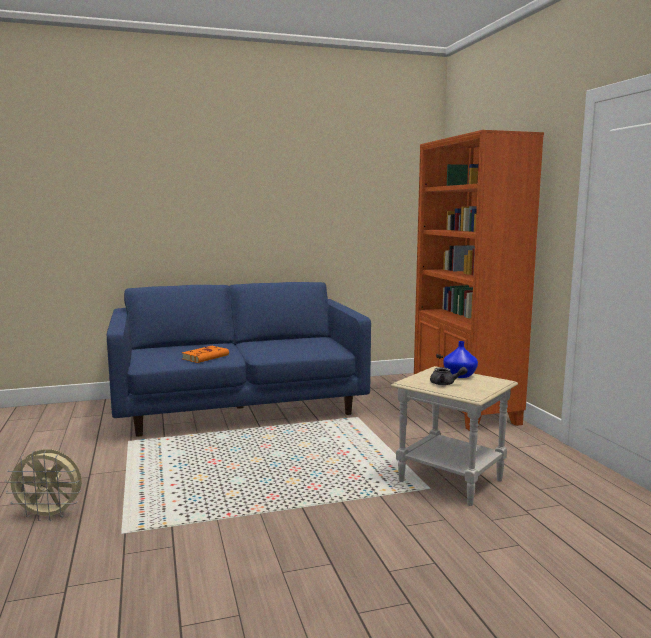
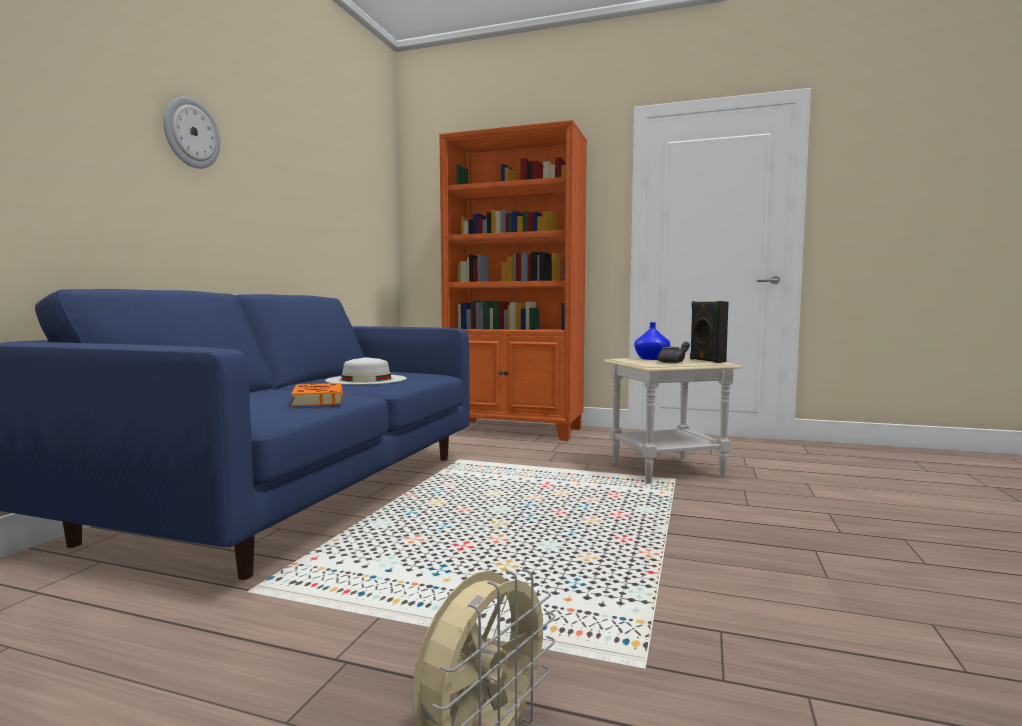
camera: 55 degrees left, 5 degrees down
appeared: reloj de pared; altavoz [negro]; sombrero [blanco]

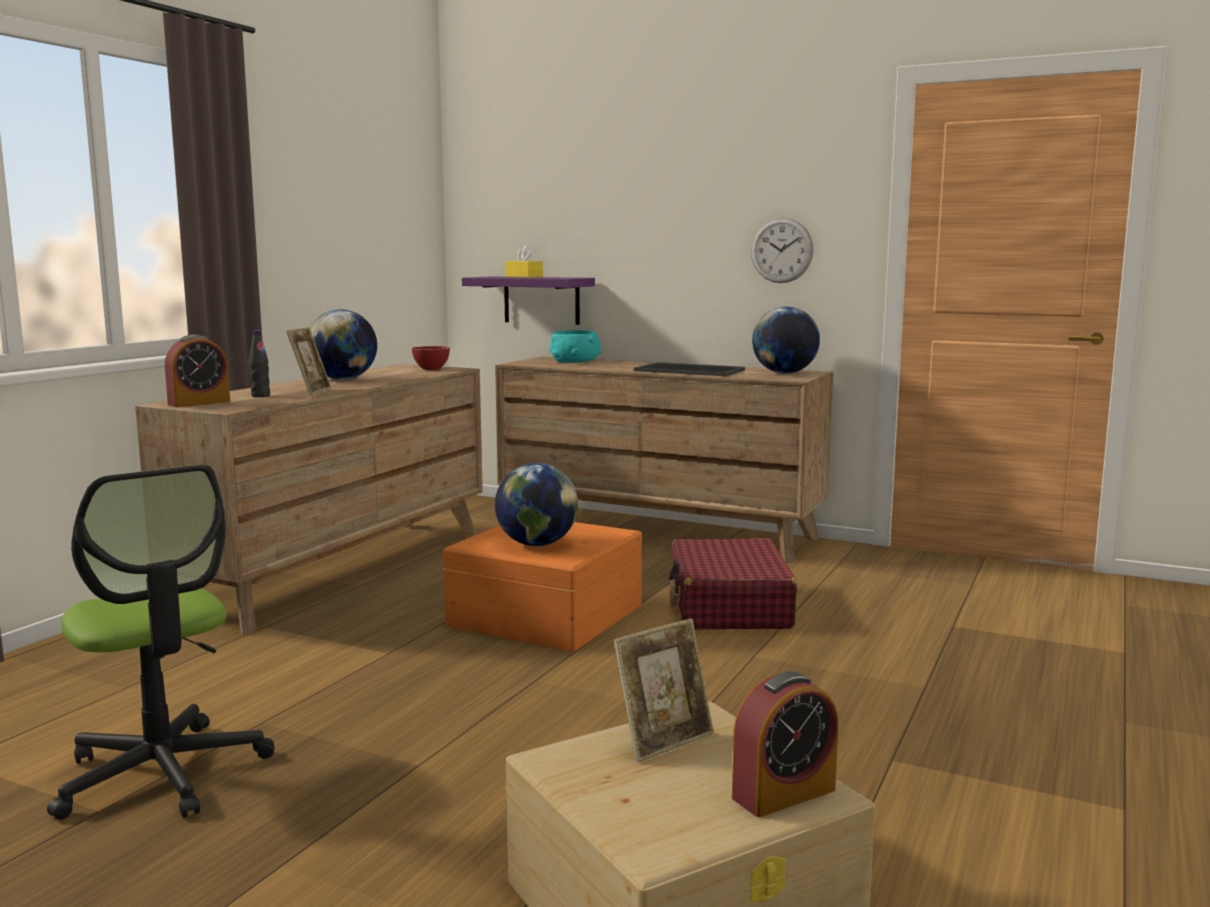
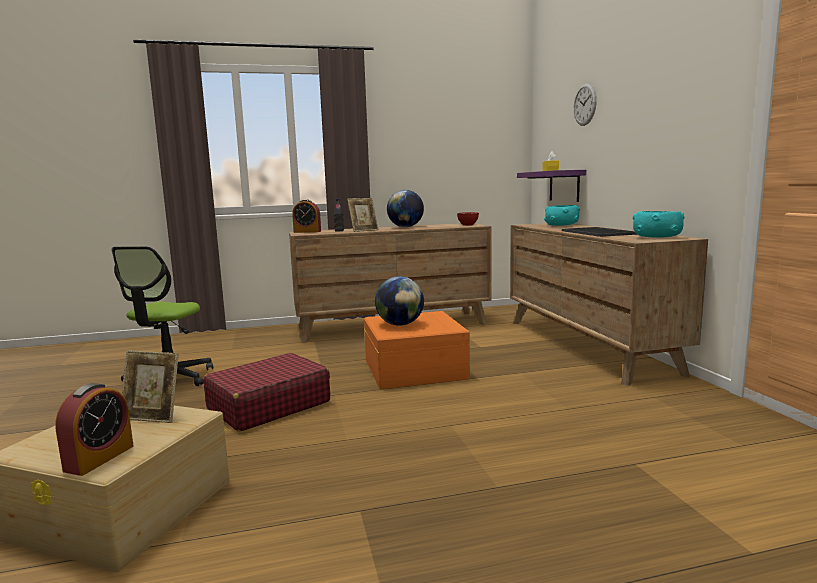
camera: 50 degrees right, 0 degrees up
relocated: reloj de pared; maleta [rojo]
exchanged: globo terráqueo (no. 3 from left) to cuenco [turquesa] (no. 2 from left)
spun: despertador (no. 2 from left in the first image) 90 degrees counterclockwise

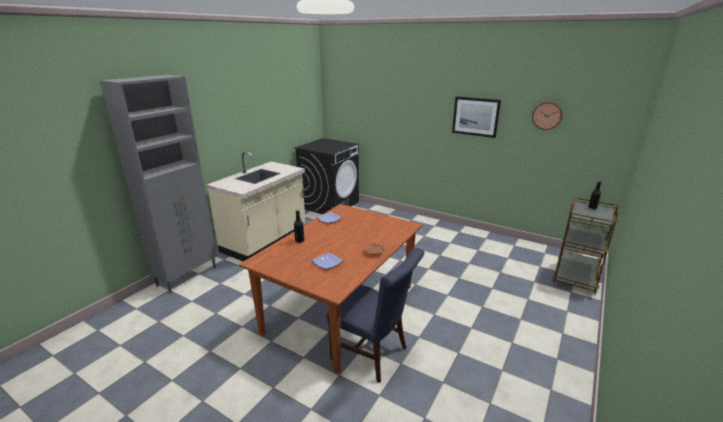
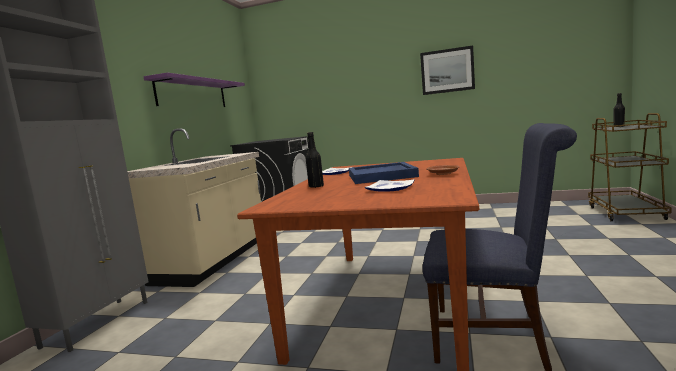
camera: 15 degrees left, 15 degrees down
missing: reloj de pared
appeared: estante [morado]; bandeja [azul]

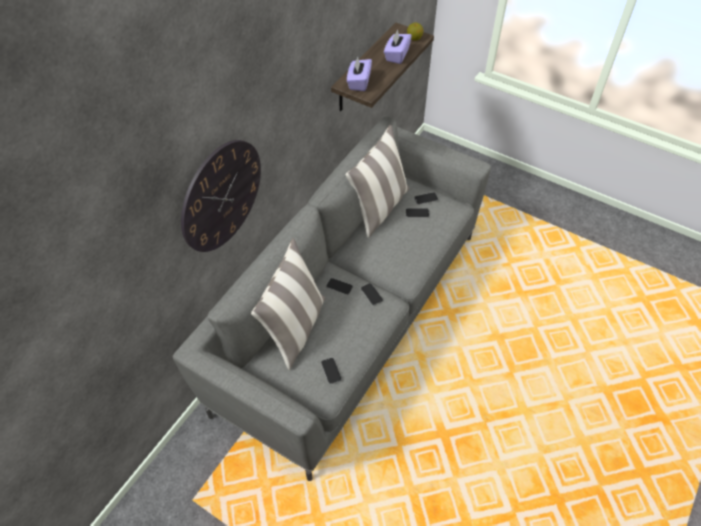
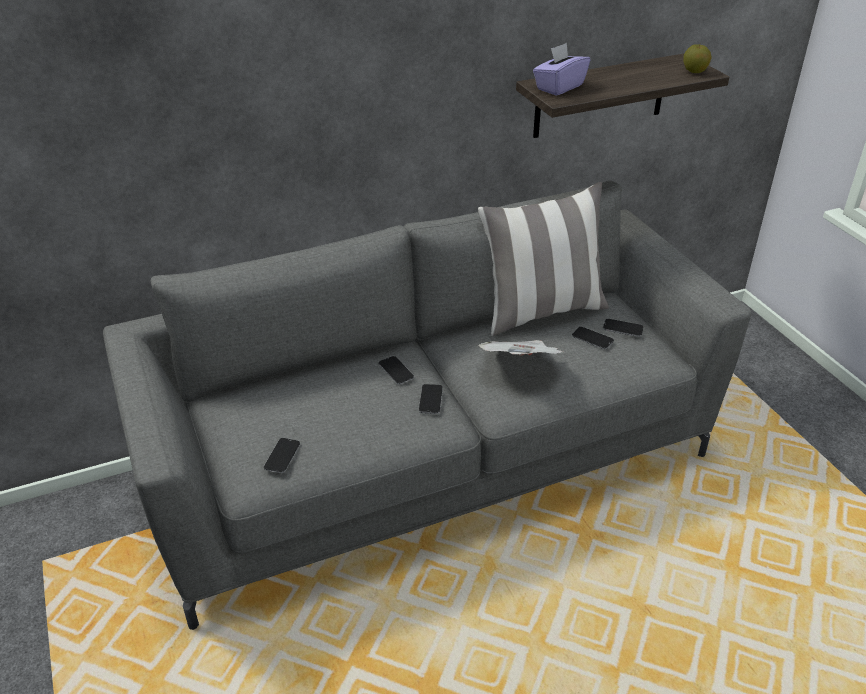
camera: 35 degrees right, 15 degrees down
missing: caja de pañuelos [morado] (no. 2 from left); reloj de pared; cojín (no. 1 from left)
appeared: periódico

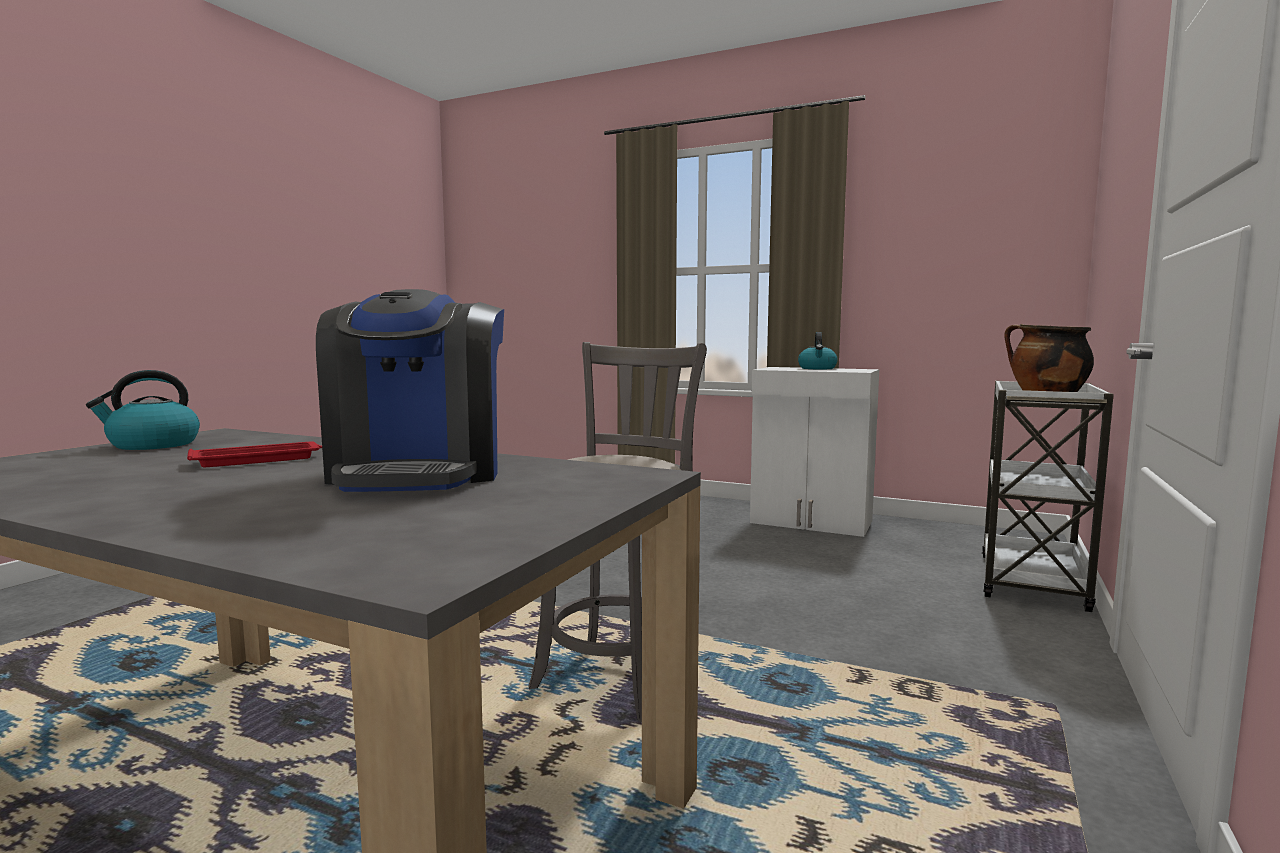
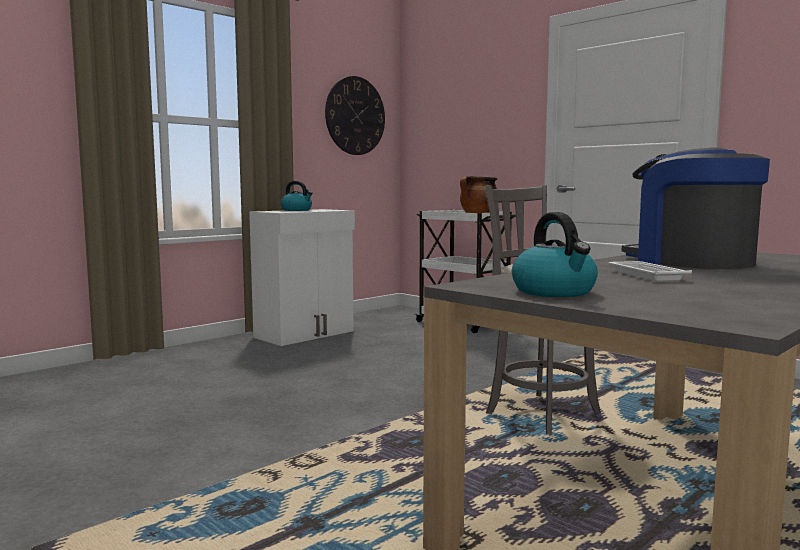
camera: 70 degrees left, 0 degrees up
appeared: reloj de pared
colour: bandeja [rojo] to bandeja [blanco]
spun: cafetera 135 degrees counterclockwise

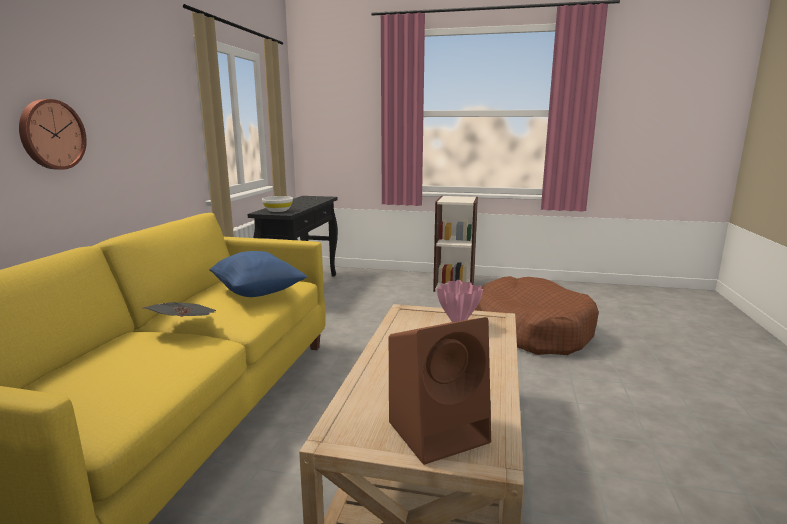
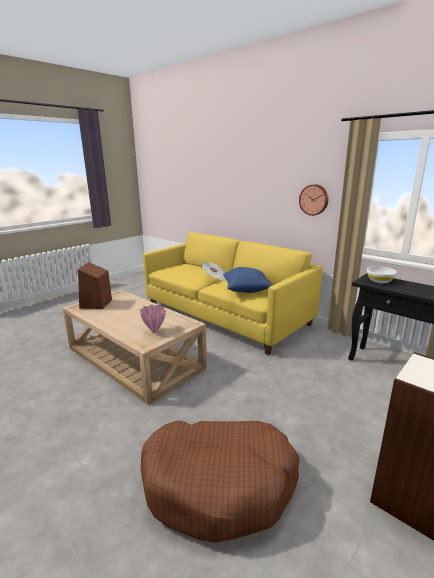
camera: 120 degrees right, 5 degrees up
relocated: reloj de pared

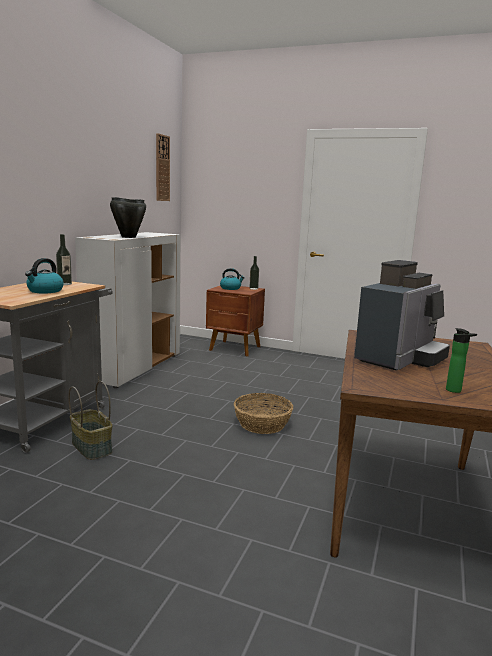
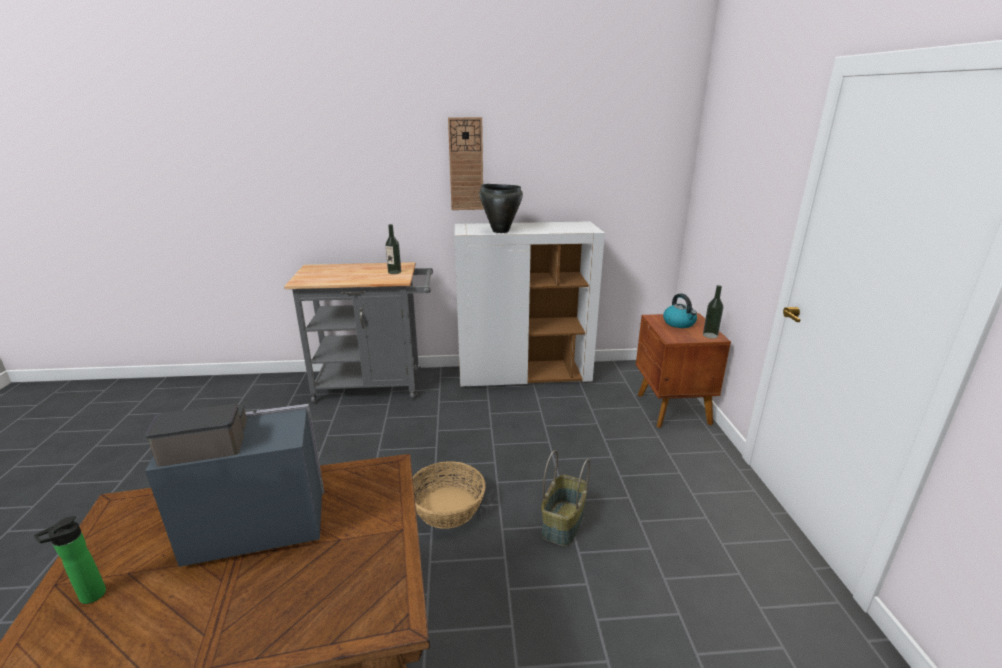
camera: 65 degrees right, 10 degrees up
missing: hervidor (no. 1 from left)
relocated: reloj de pared; cesta (no. 1 from left in the first image) to cesta (no. 2 from left)
spun: cafetera 150 degrees clockwise

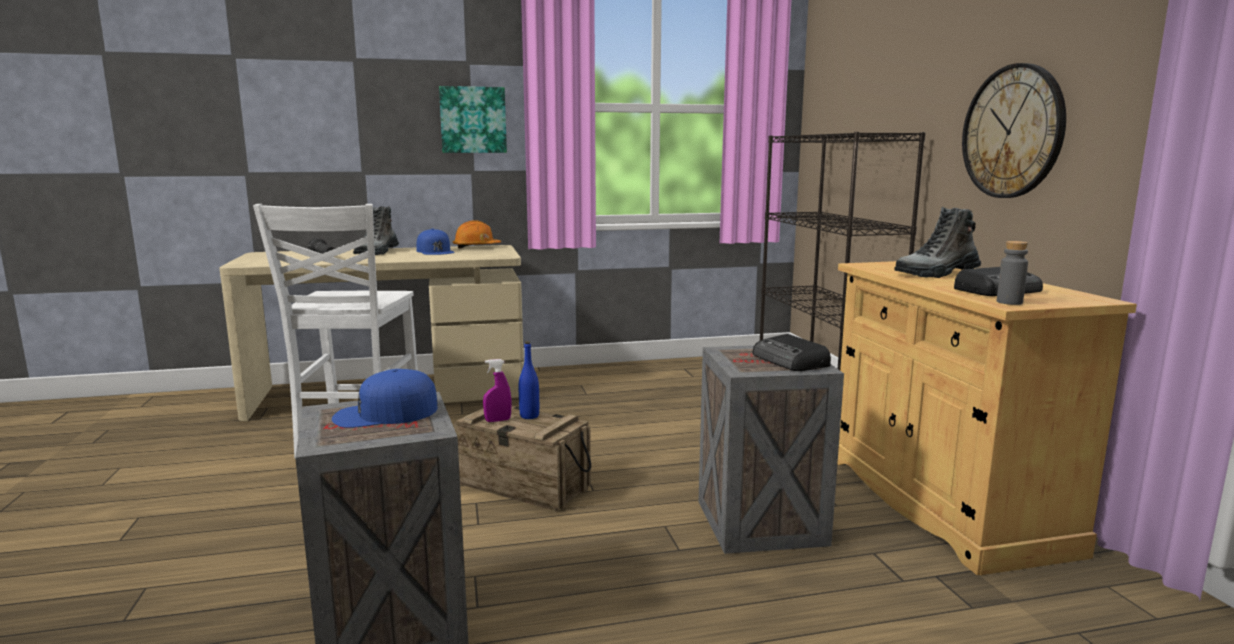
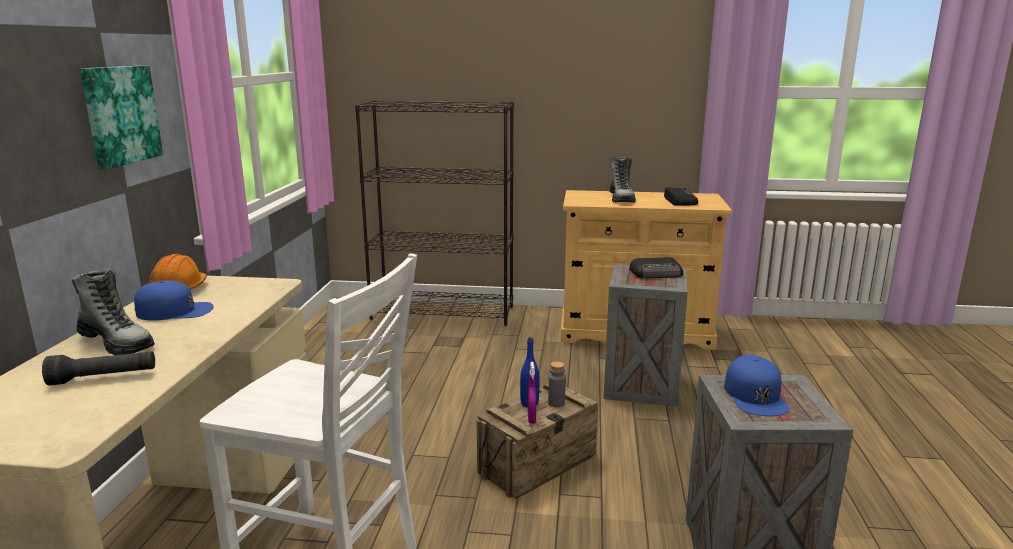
camera: 70 degrees left, 5 degrees up
missing: reloj de pared
relocated: botella [gris]

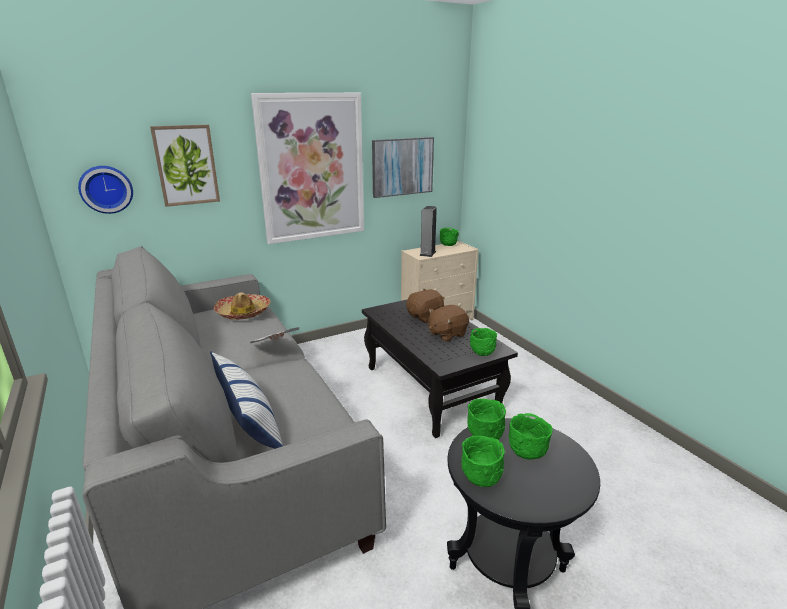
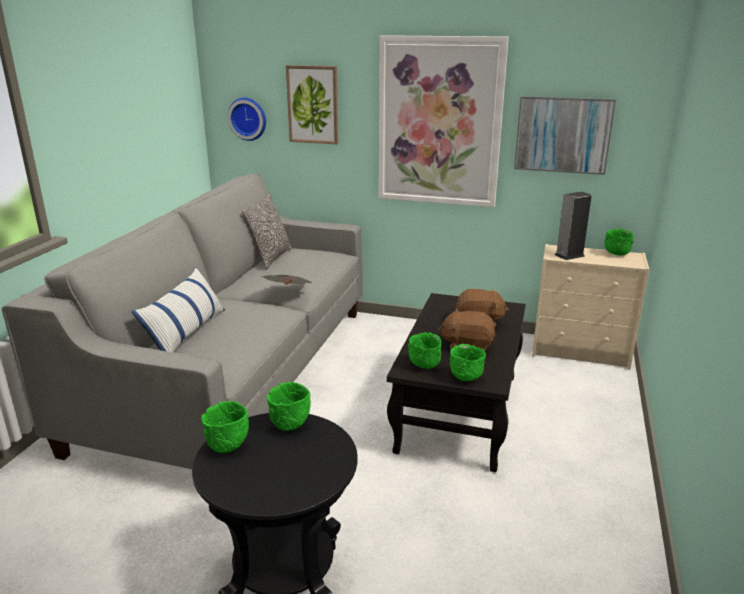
camera: 45 degrees right, 0 degrees up
missing: sombrero
appeared: cojín (no. 2 from left)
relocated: cuenco [verde] (no. 5 from left in the first image) to cuenco [verde] (no. 3 from left)

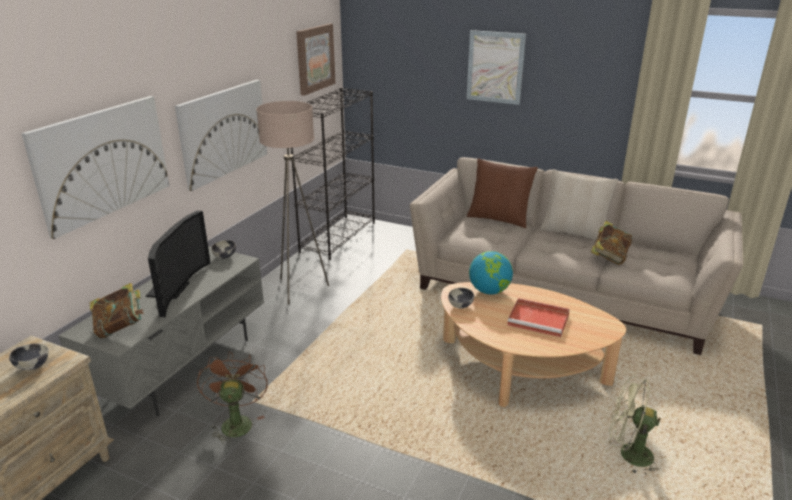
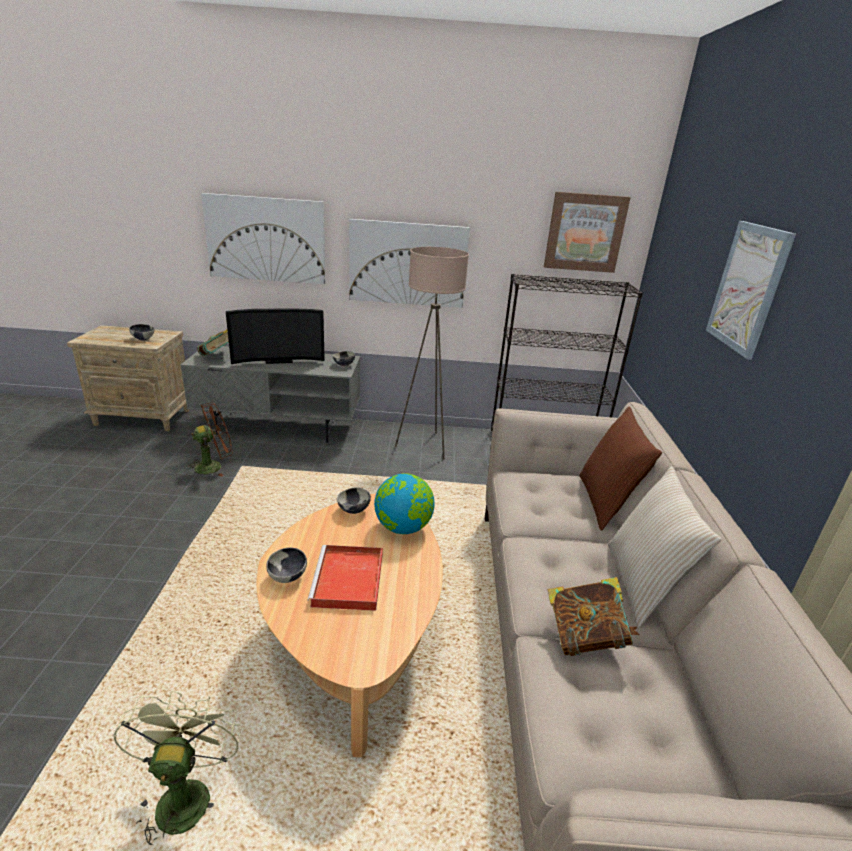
camera: 65 degrees right, 0 degrees up
appeared: cuenco (no. 2 from left)

